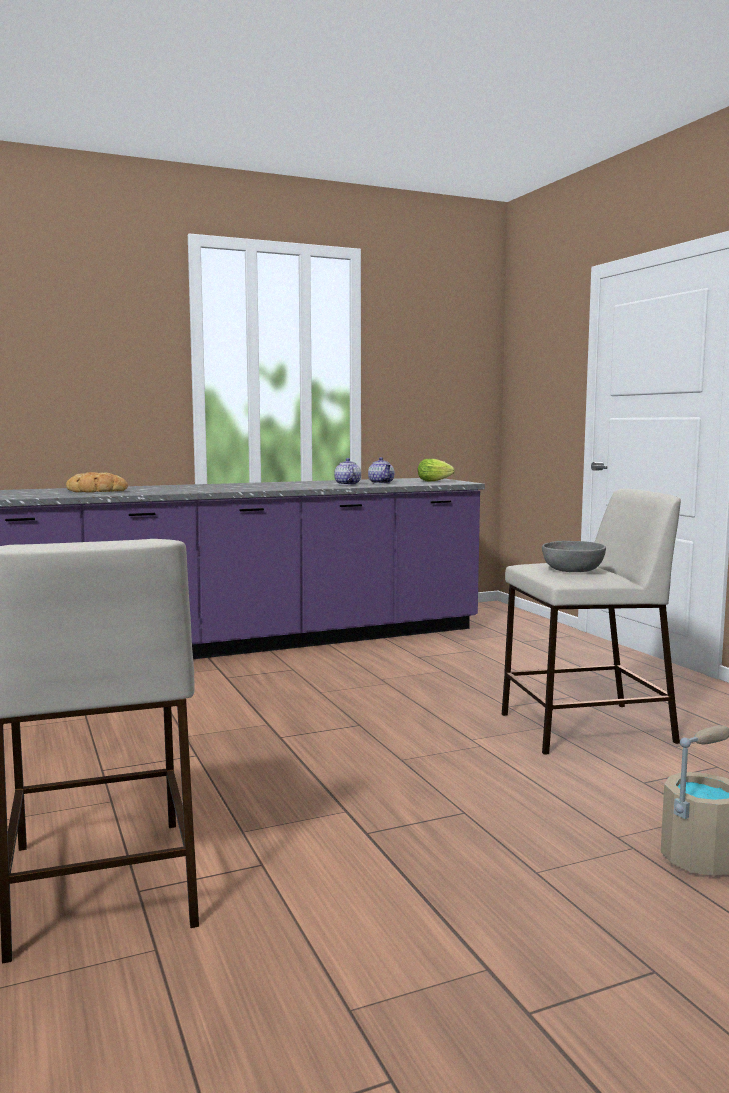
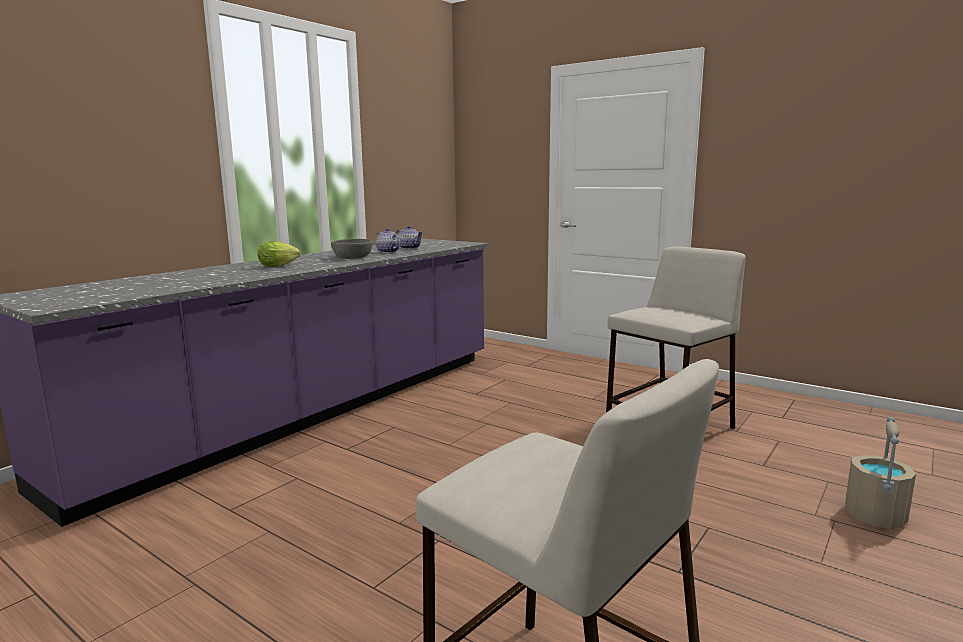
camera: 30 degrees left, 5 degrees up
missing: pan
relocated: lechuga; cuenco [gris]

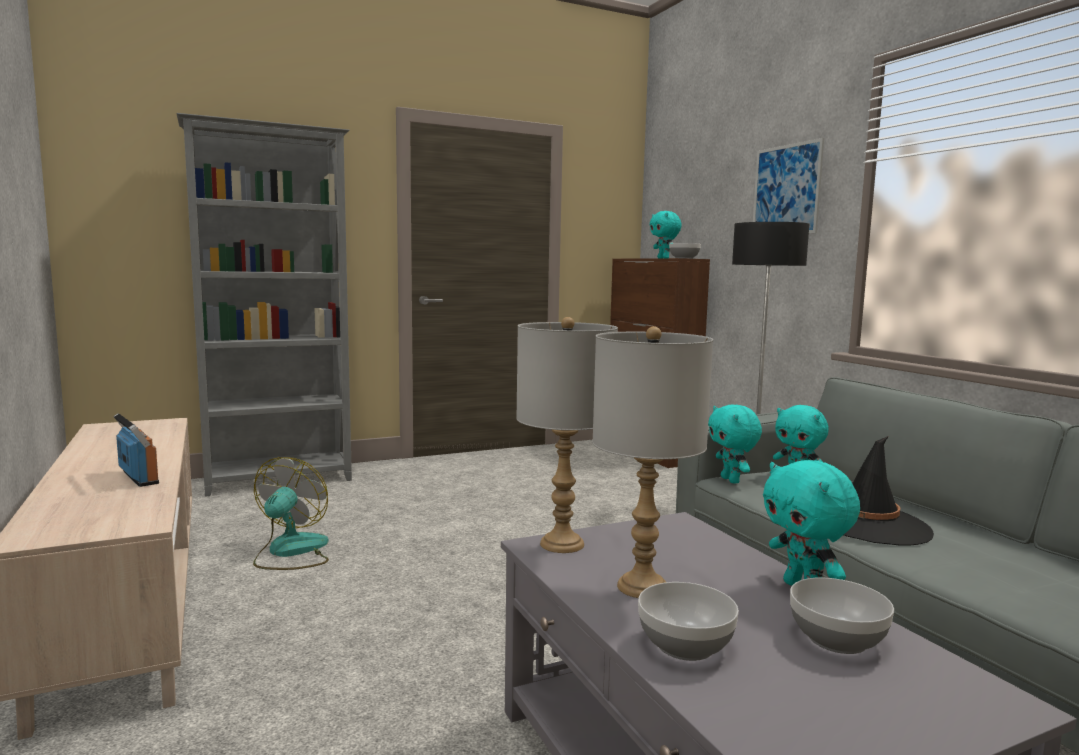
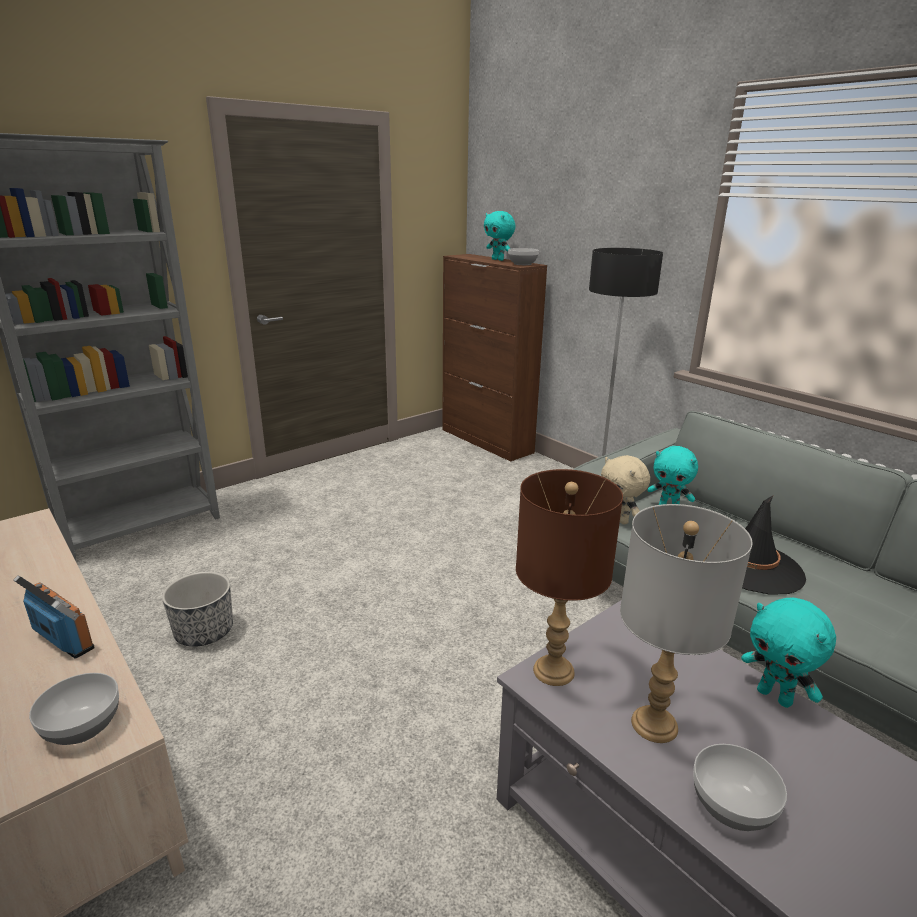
camera: 15 degrees left, 15 degrees up
missing: cuadro
relocated: cuenco (no. 3 from left in the first image) to cuenco (no. 1 from left)
exchanged: ventilador to maceta
colour: lámpara de mesa [gris] (no. 1 from left) to lámpara de mesa [marrón]; peluche [turquesa] (no. 2 from left) to peluche [beis]

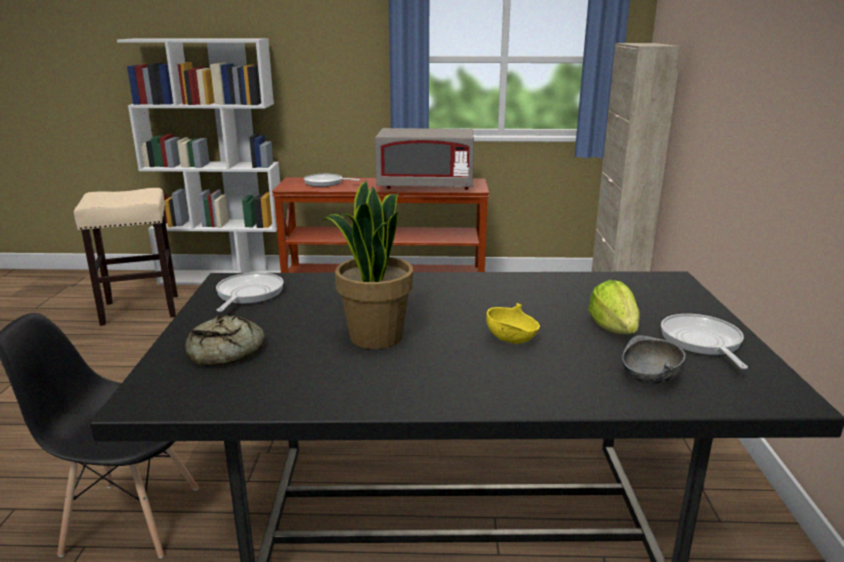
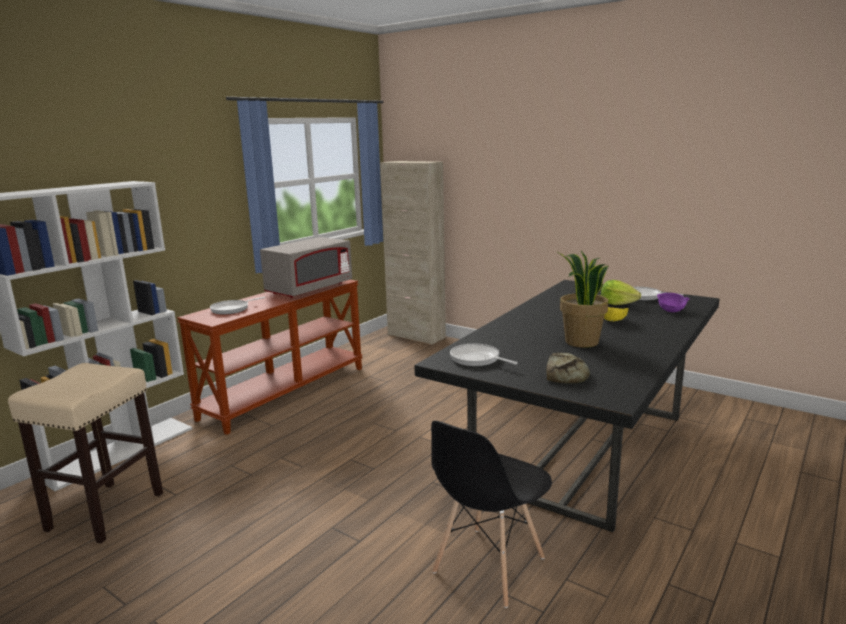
camera: 55 degrees left, 5 degrees down
colour: cuenco [gris] to cuenco [morado]

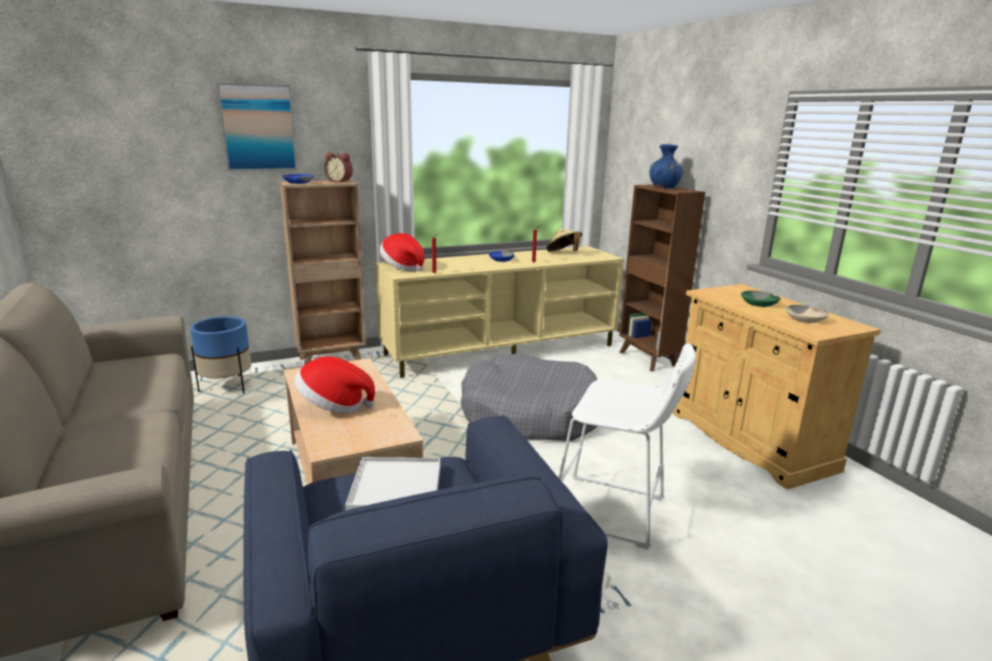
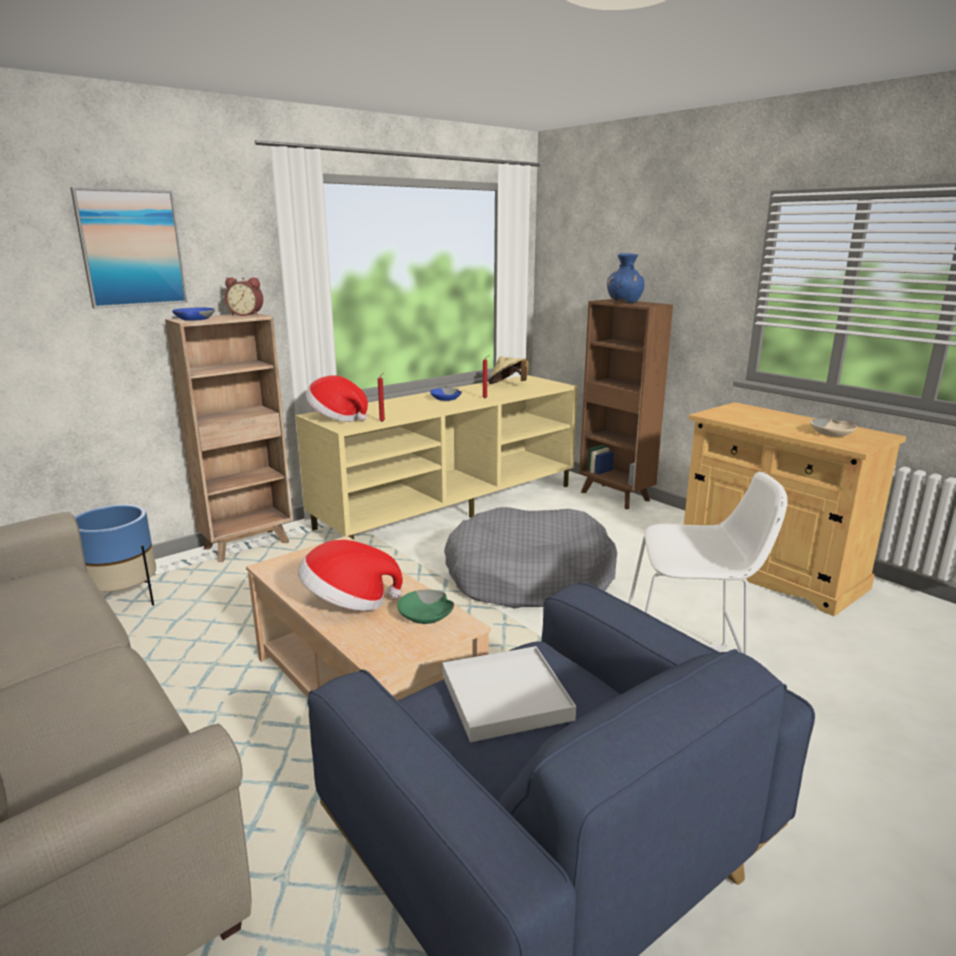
camera: 15 degrees left, 0 degrees up
relocated: cuenco [verde]

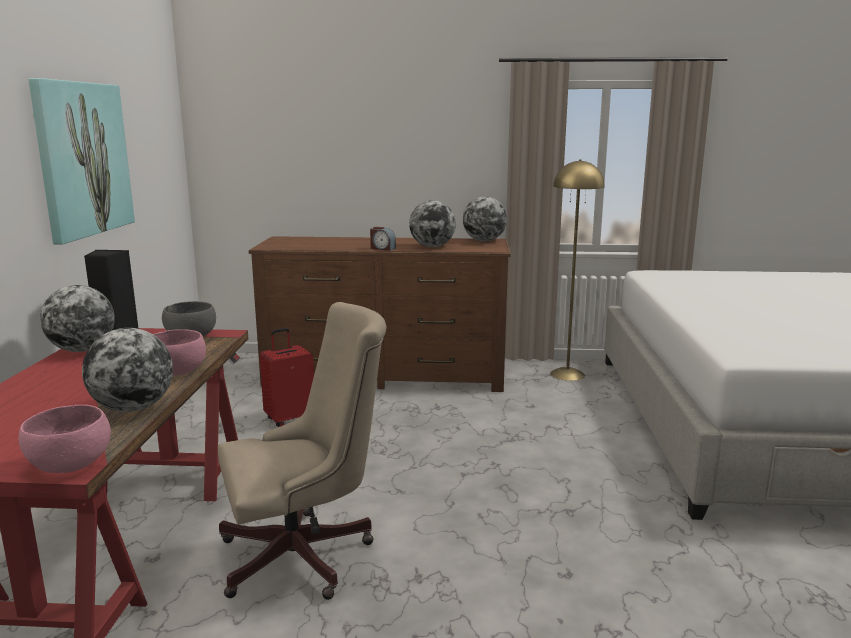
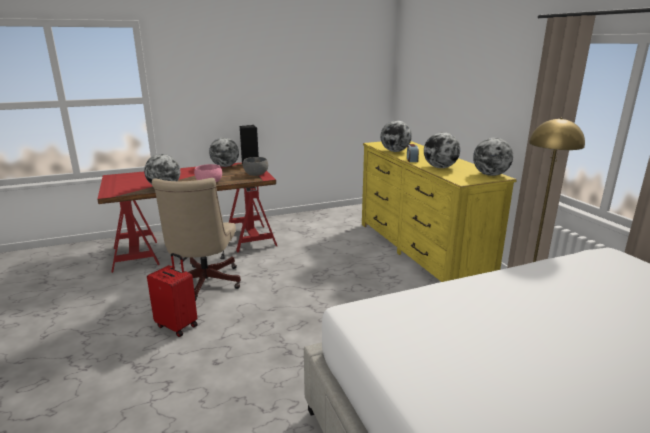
camera: 65 degrees right, 5 degrees up
missing: cuadro; cuenco [rosa] (no. 1 from left)
appeared: globo terráqueo (no. 3 from left)
relocated: maleta [rojo]
colour: cómoda [marrón] to cómoda [amarillo]
spun: silla de oficina [beis] 45 degrees clockwise

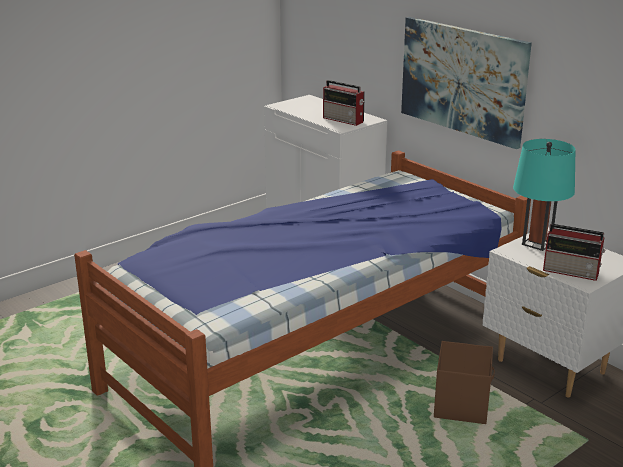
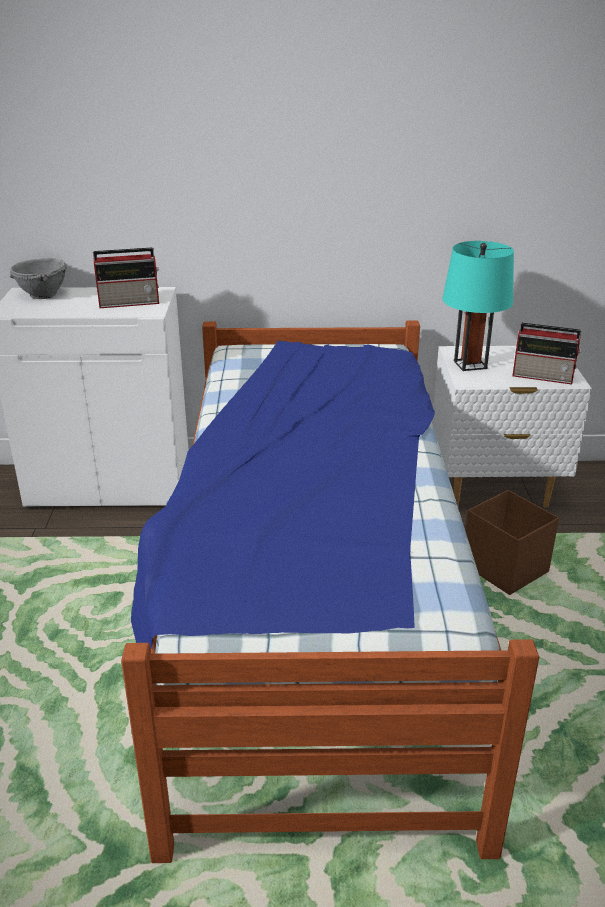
camera: 50 degrees left, 5 degrees up
missing: cuadro
appeared: cuenco [gris]
spun: radio (no. 2 from left) 45 degrees clockwise

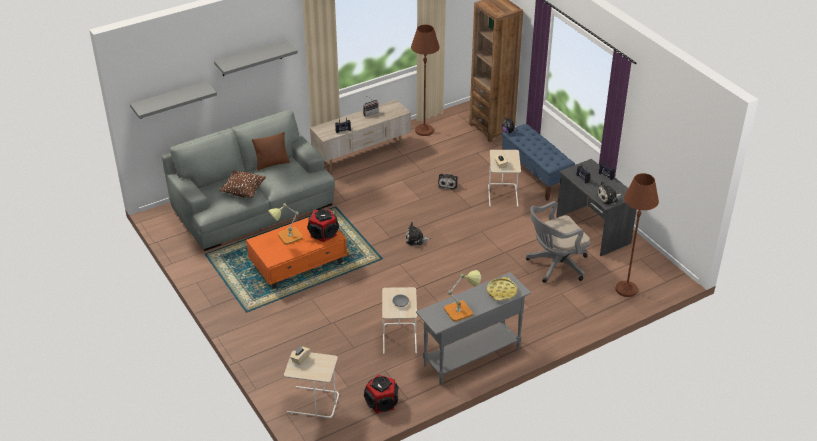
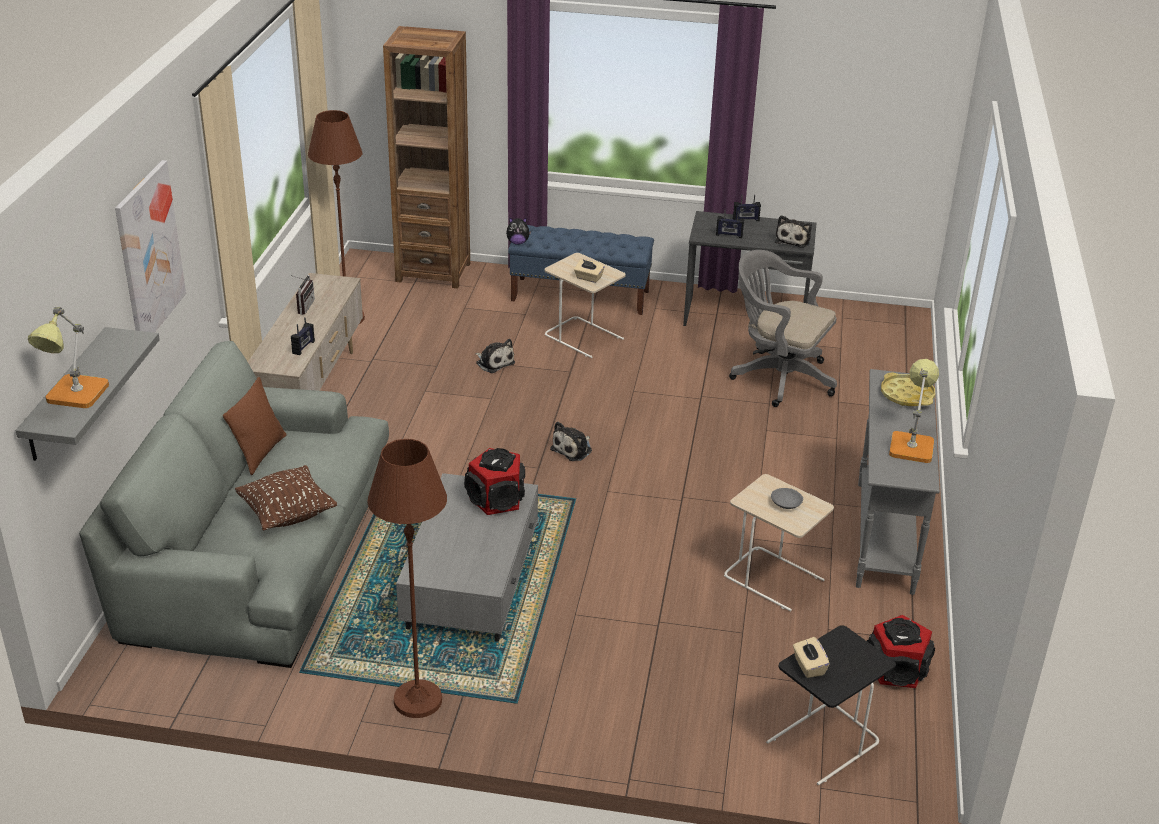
camera: 50 degrees left, 5 degrees down
relocated: lámpara de pie [marrón] (no. 2 from left); lámpara de mesa (no. 1 from left)
exchanged: estante [gris] (no. 2 from left) to cuadro
colour: mesa de centro [naranja] to mesa de centro [gris]; mesa auxiliar [beis] (no. 1 from left) to mesa auxiliar [negro]
spun: silla de oficina [gris] 105 degrees clockwise

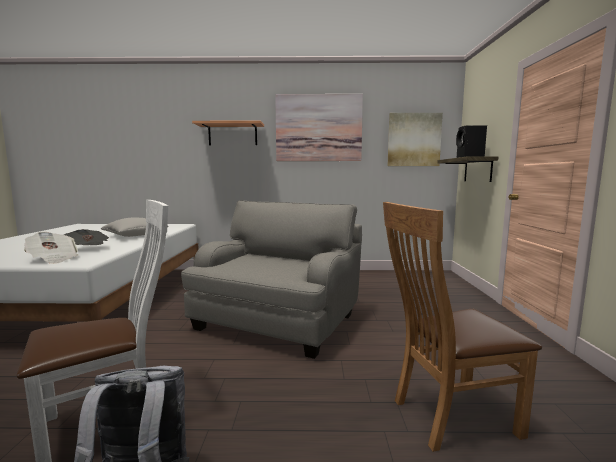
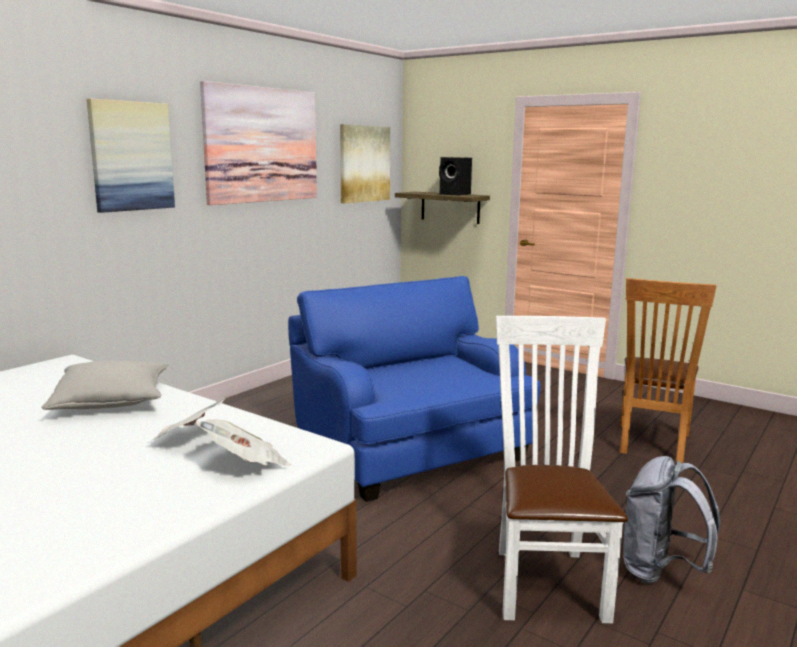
camera: 55 degrees left, 5 degrees up
exchanged: estante (no. 1 from left) to cuadro (no. 1 from left)
colour: sillón [gris] to sillón [azul]

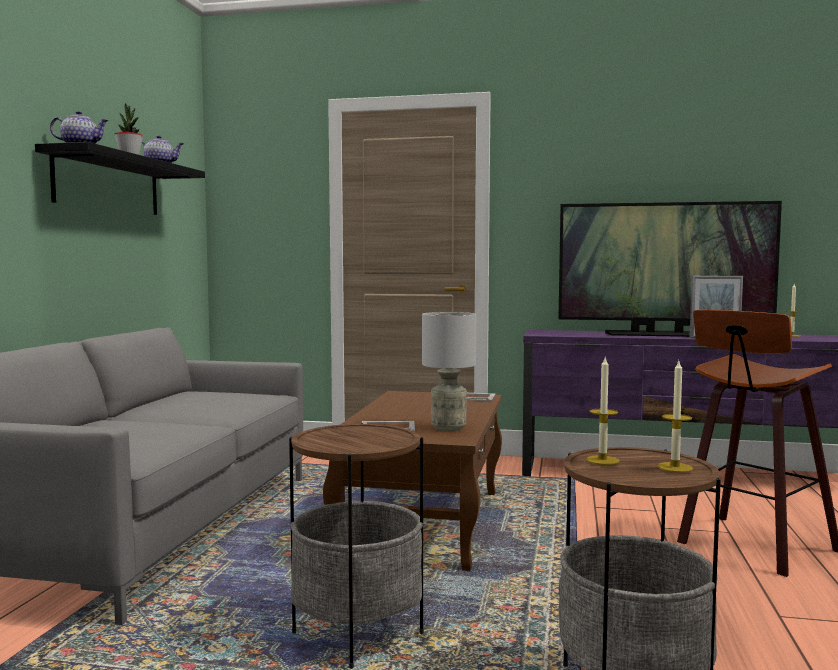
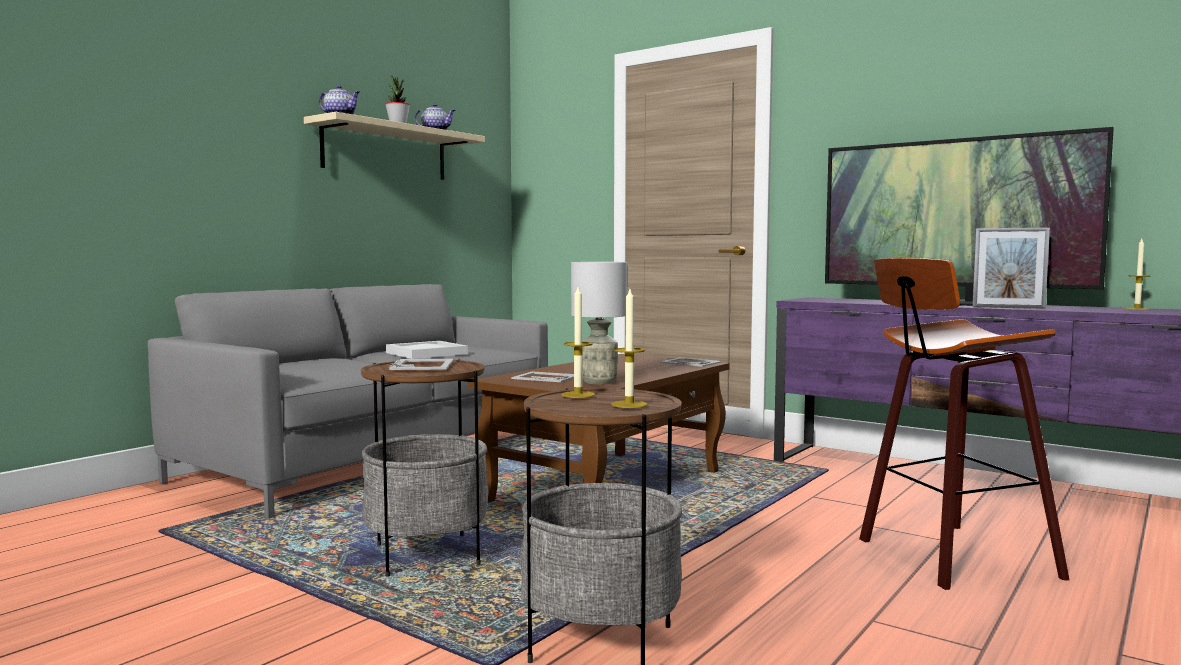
camera: 25 degrees right, 0 degrees up
appeared: bandeja [blanco]; portarretratos (no. 1 from left)
colour: estante [negro] to estante [beis]

